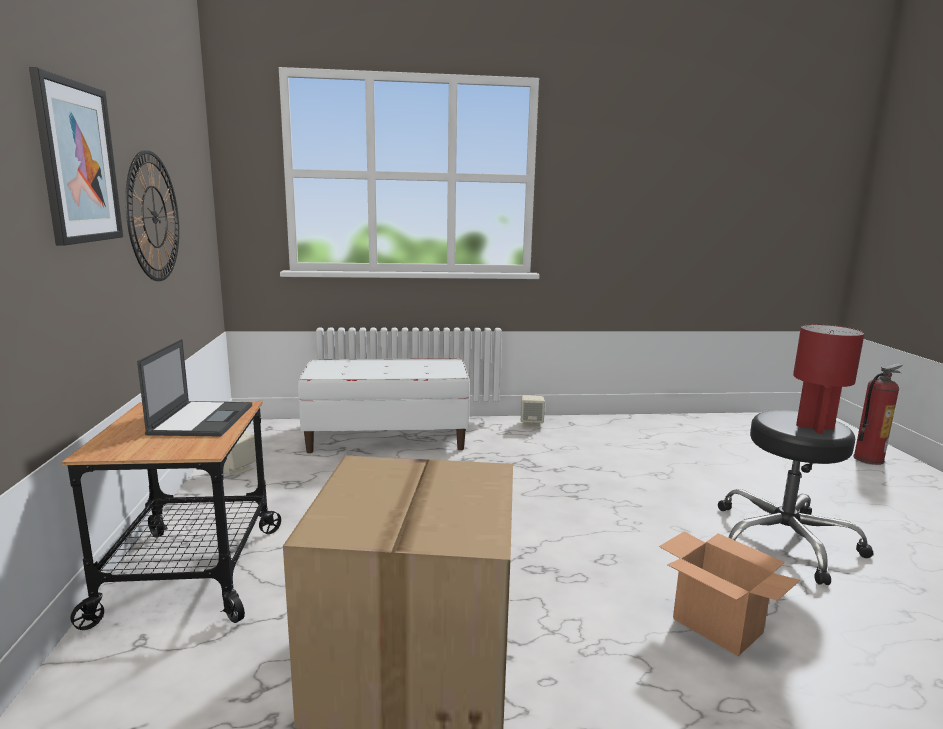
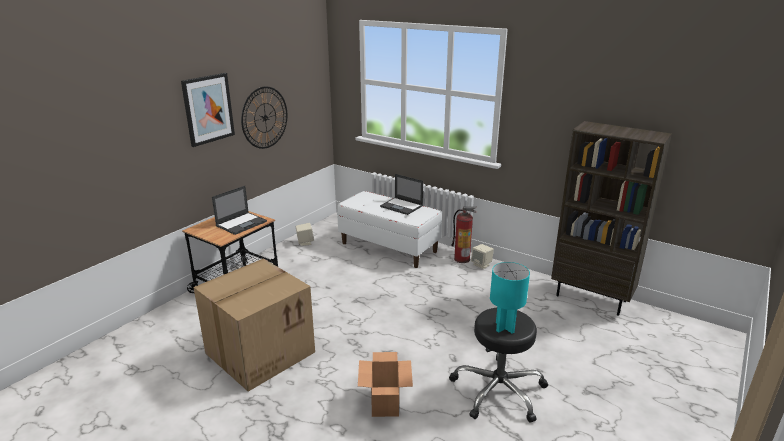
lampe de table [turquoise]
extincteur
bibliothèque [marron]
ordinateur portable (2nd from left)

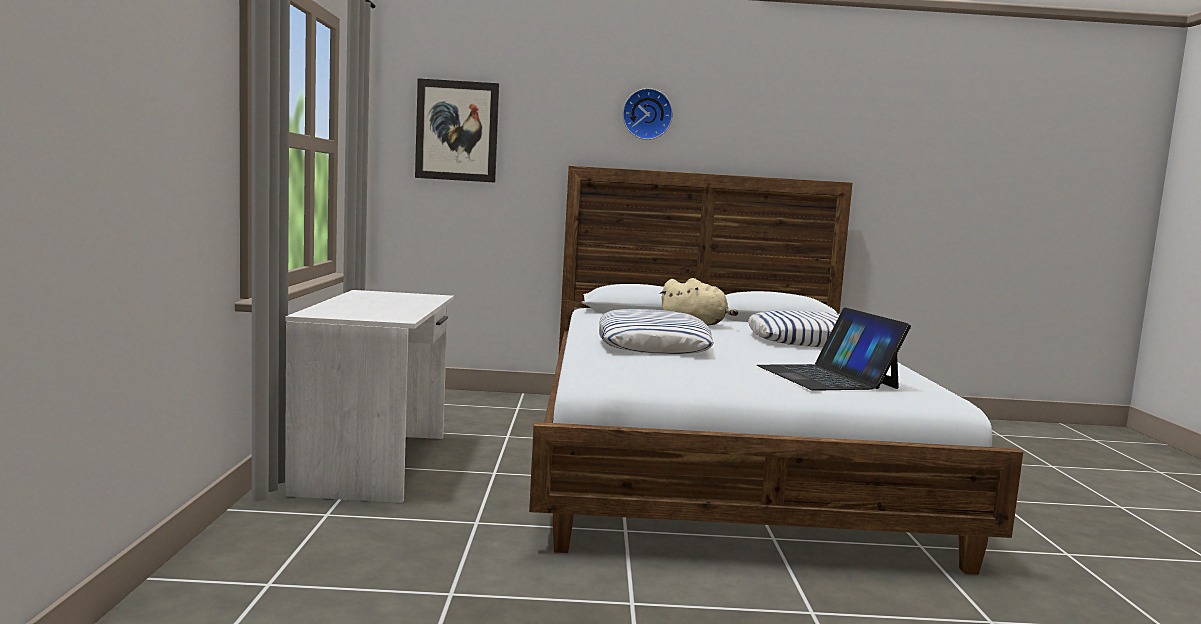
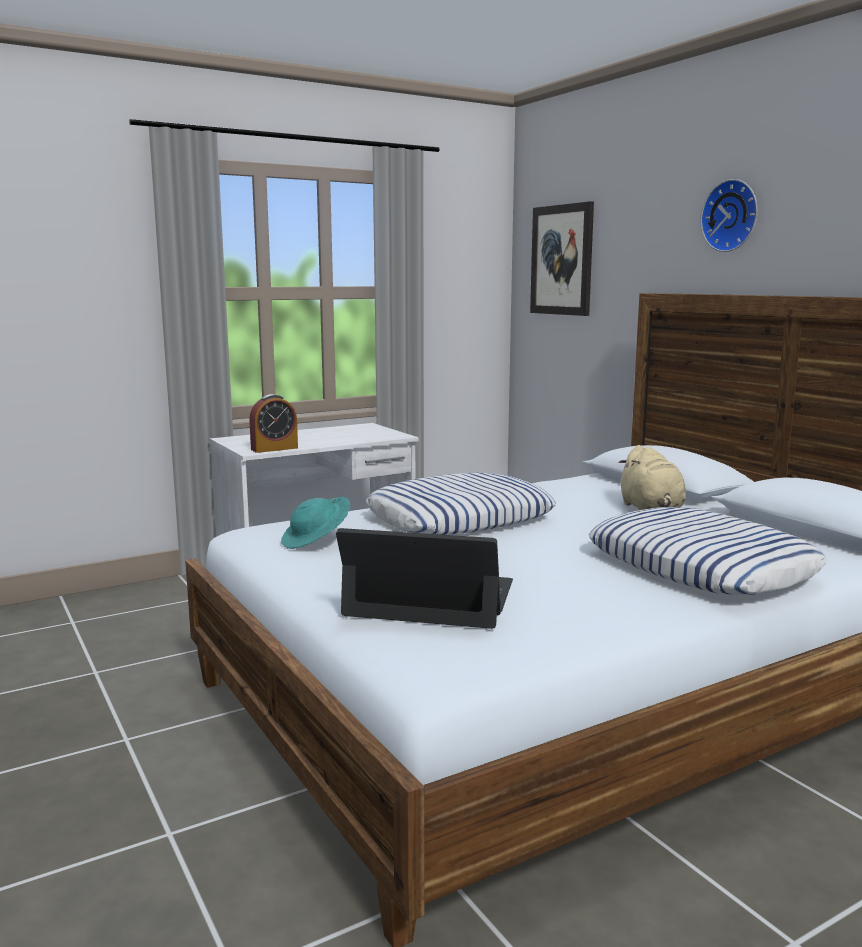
ordinateur portable
réveil
chapeau [turquoise]

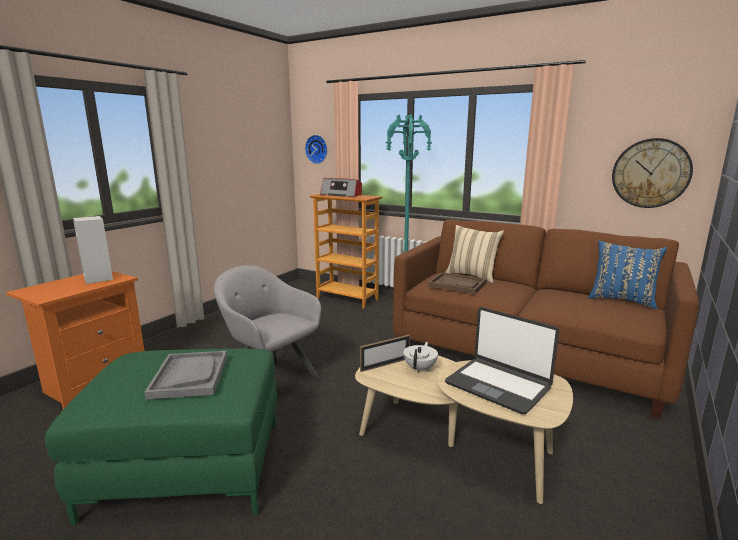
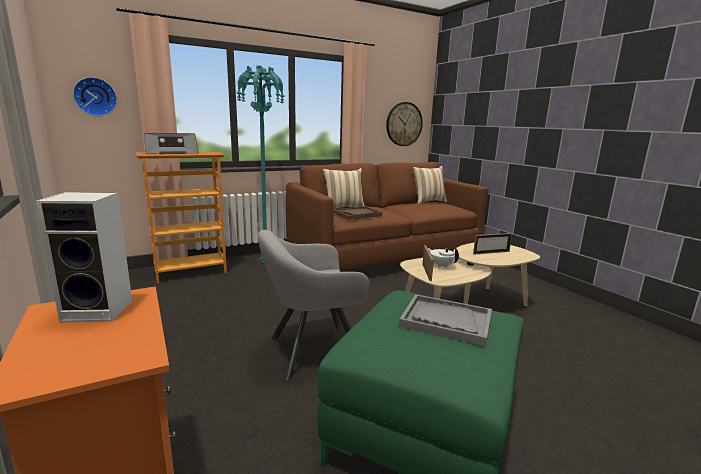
coussin [beige] (2nd from left)
cadre photo (2nd from left)

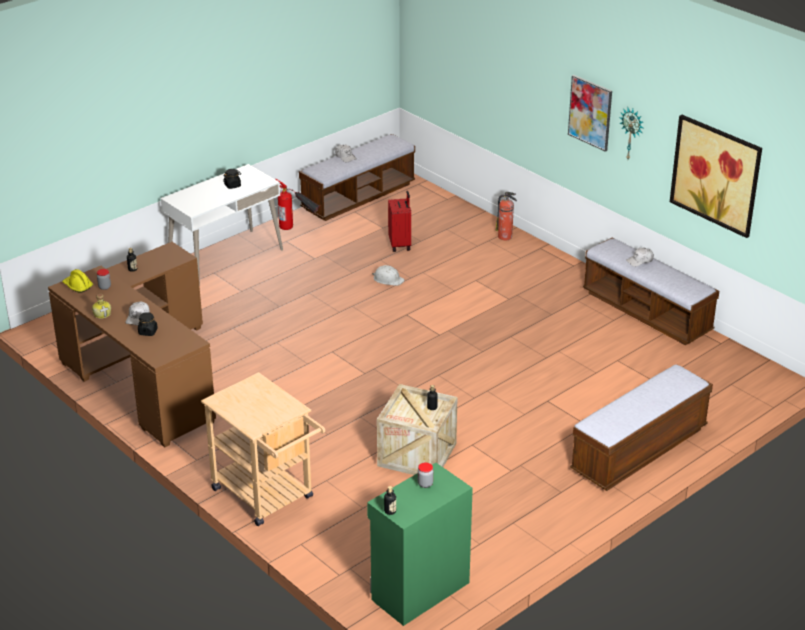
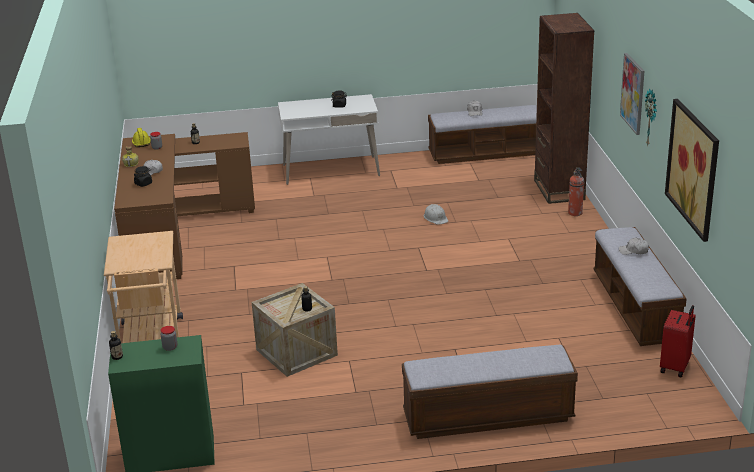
extincteur (1st from left in the first image)
valise [rouge]
bibliothèque [marron]

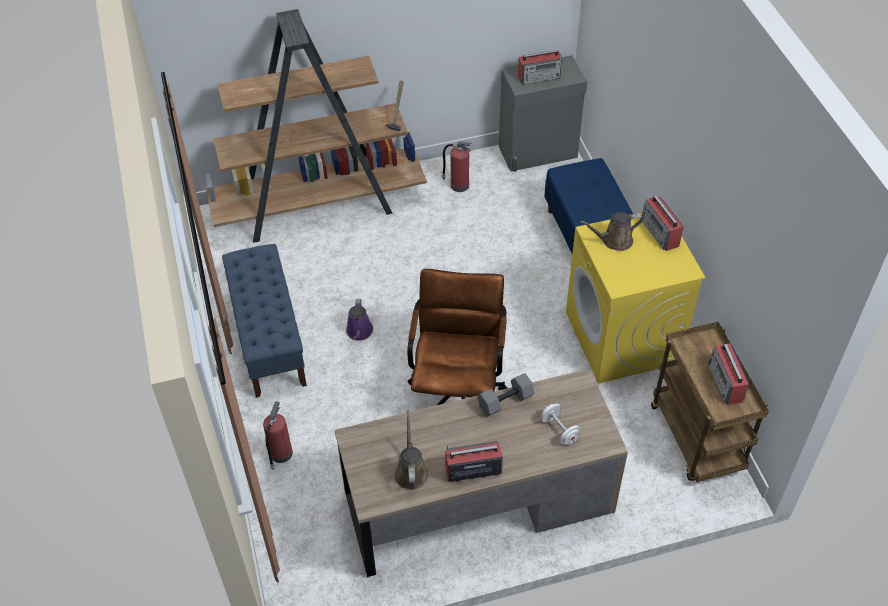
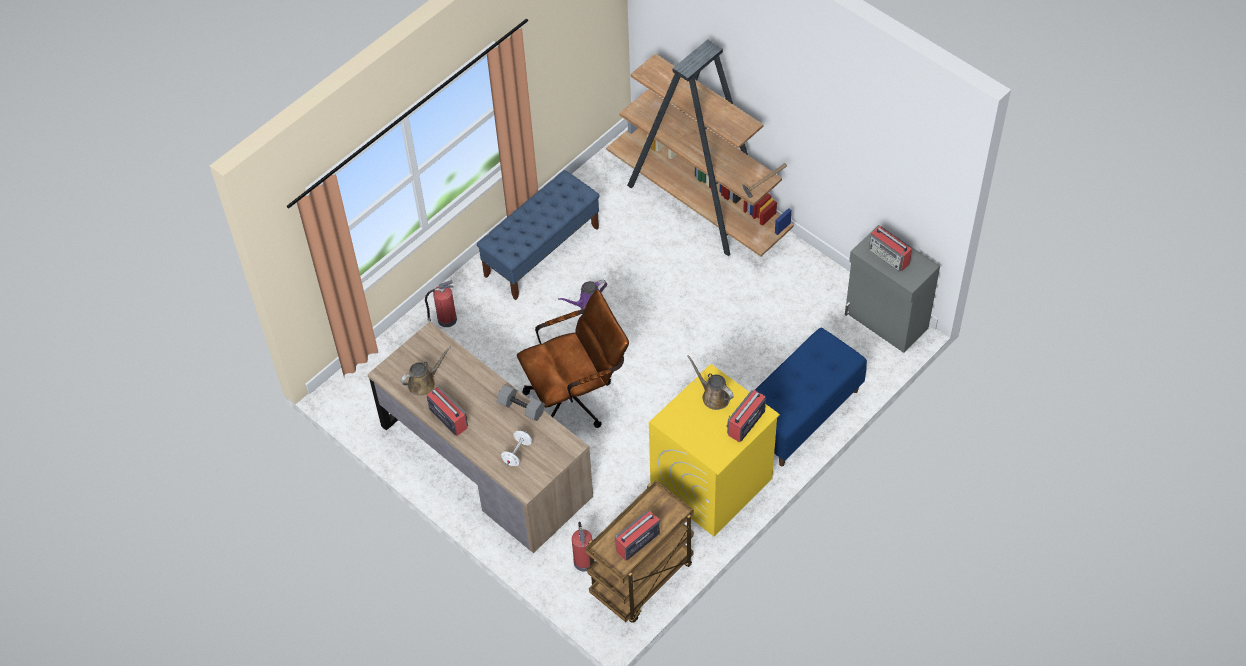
extincteur (2nd from left)

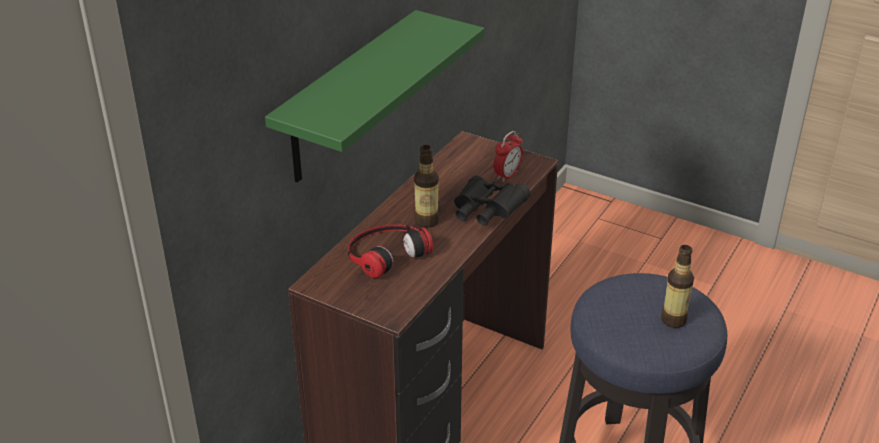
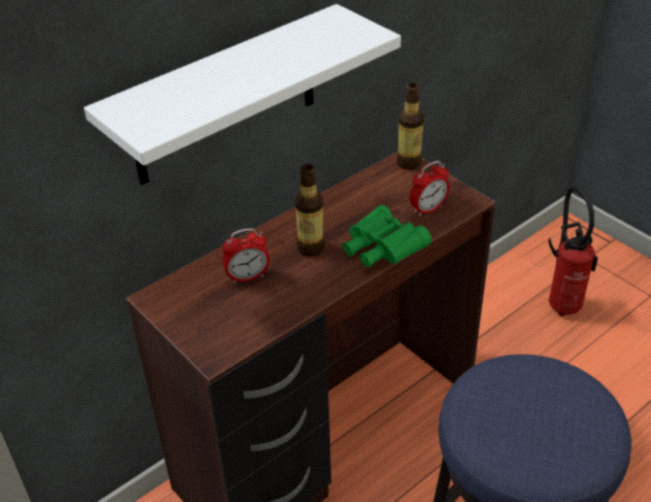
étagère [blanc]
jumelles [vert]
réveil (1st from left)
bouteille (2nd from left)
extincteur

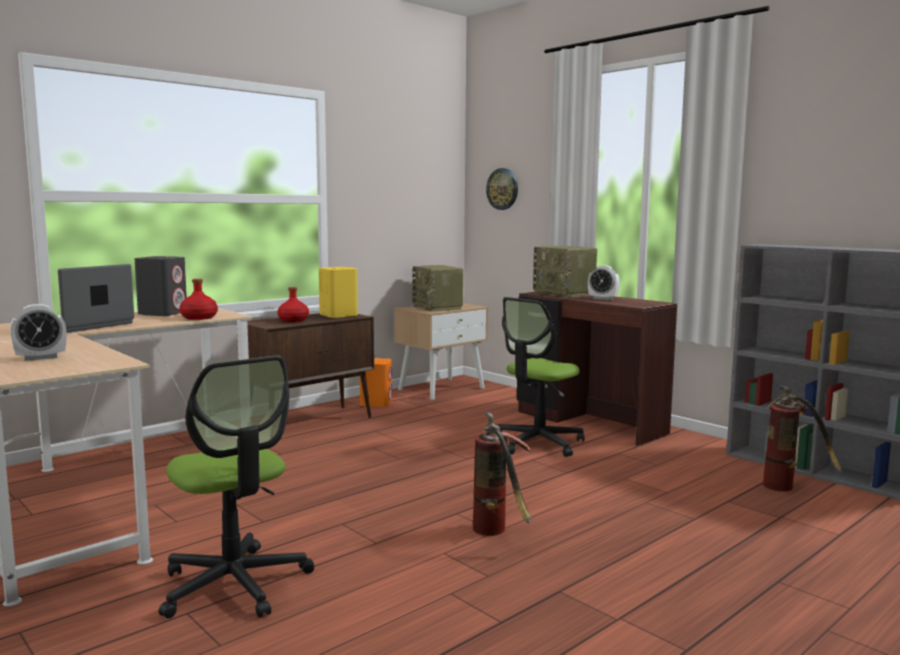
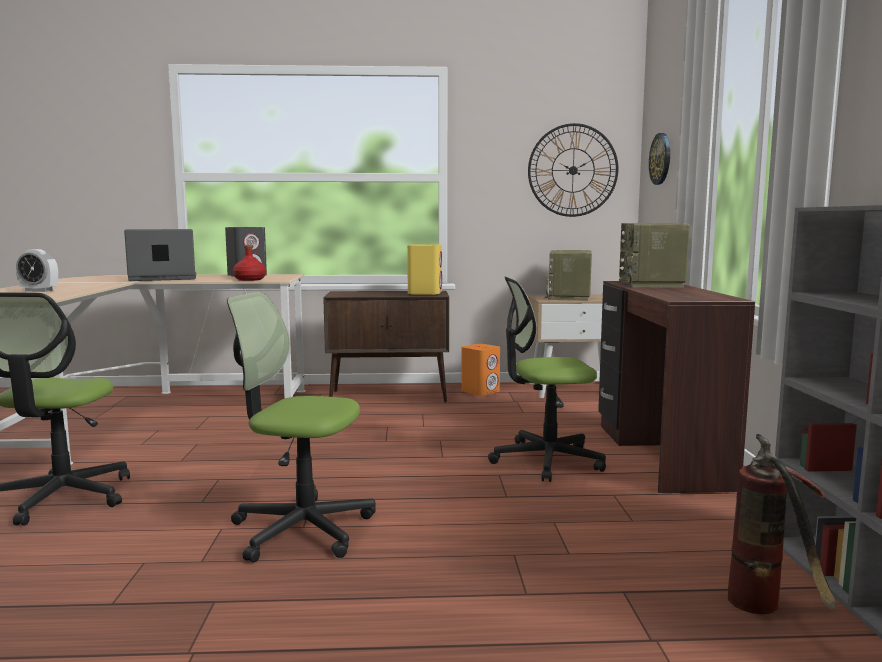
réveil (2nd from left in the first image)
bouteille [rouge] (2nd from left in the first image)
chaise de bureau (2nd from left)
horloge murale (1st from left)

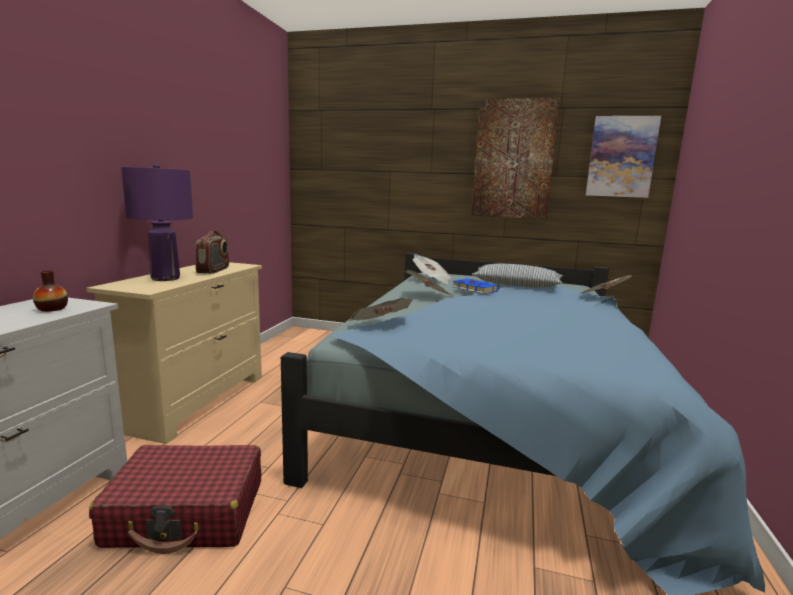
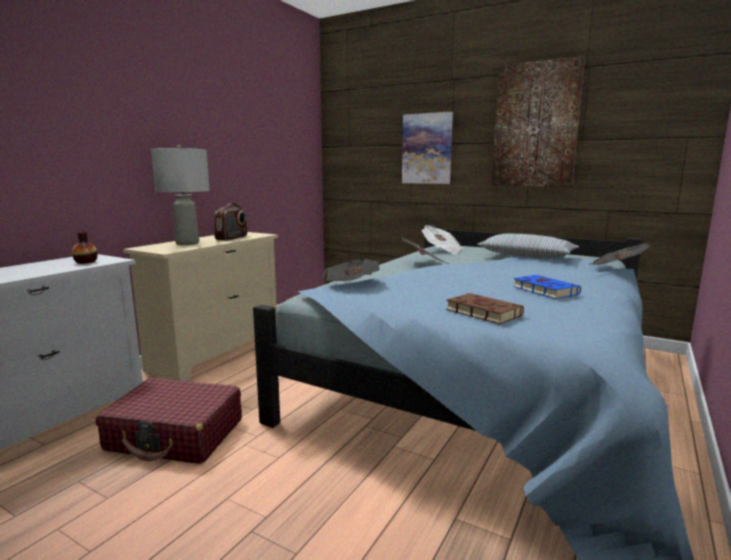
tableau (1st from left)
lampe de table [gris]
livre [bleu]
livre [marron]

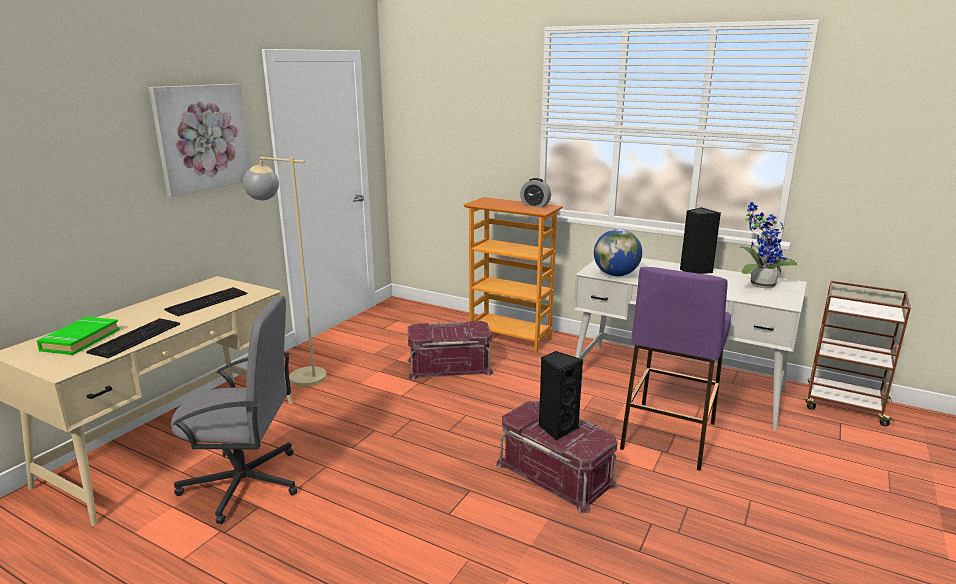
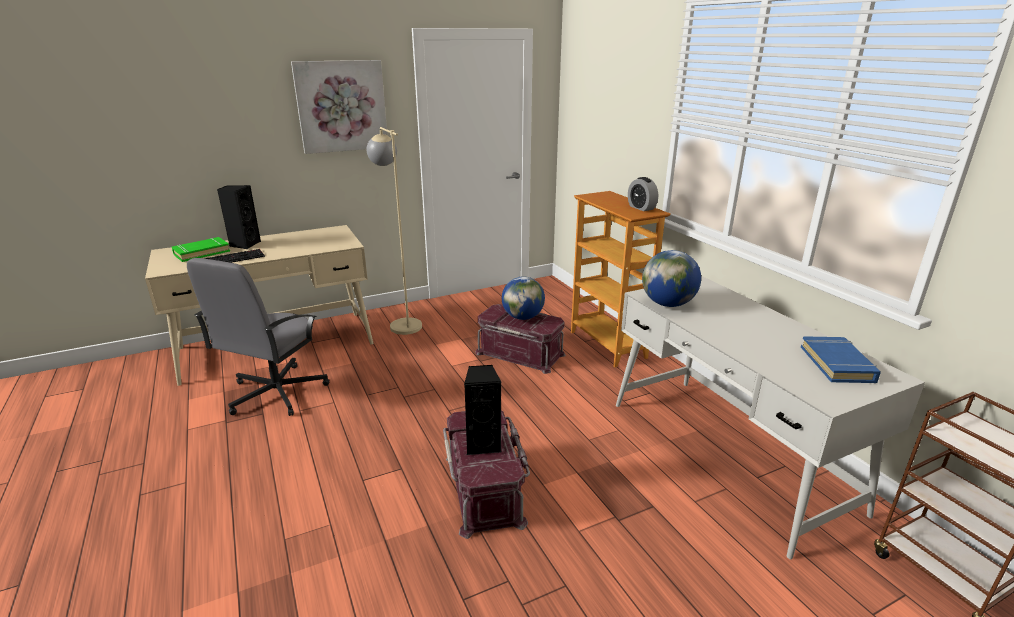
livre [bleu]
enceinte [noir] (1st from left)
tabouret [violet]
clavier (2nd from left in the first image)
chaise de bureau [gris]
globe (1st from left)

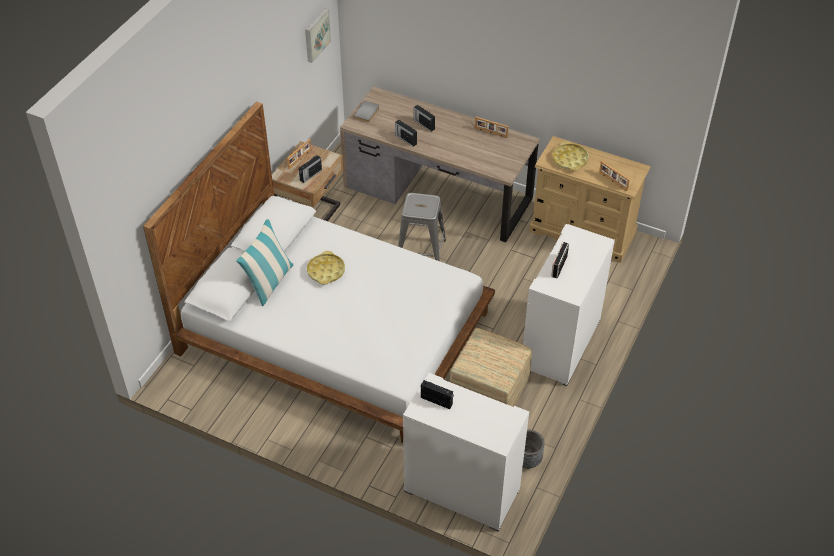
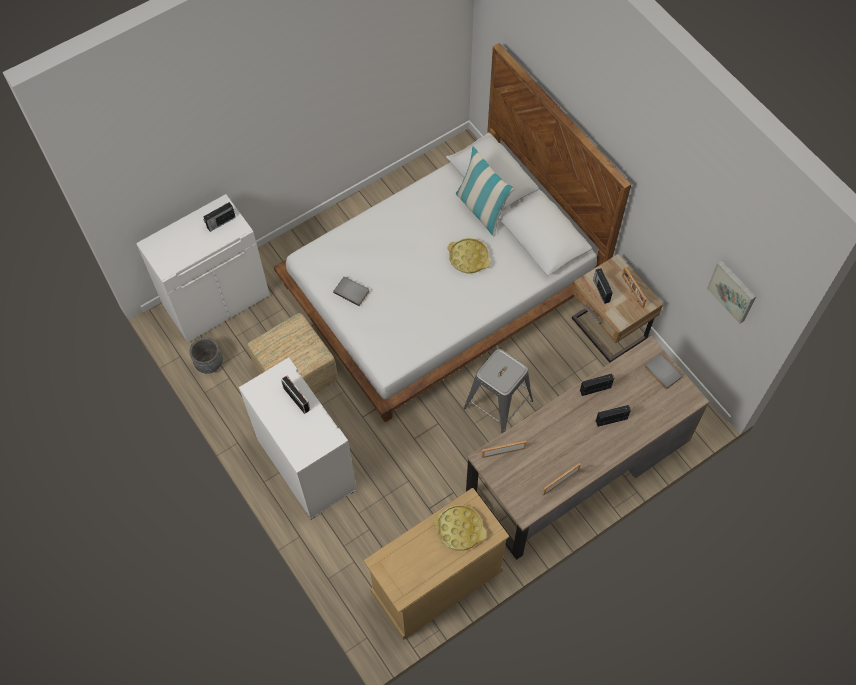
cadre photo (1st from left)
livre [gris] (1st from left)

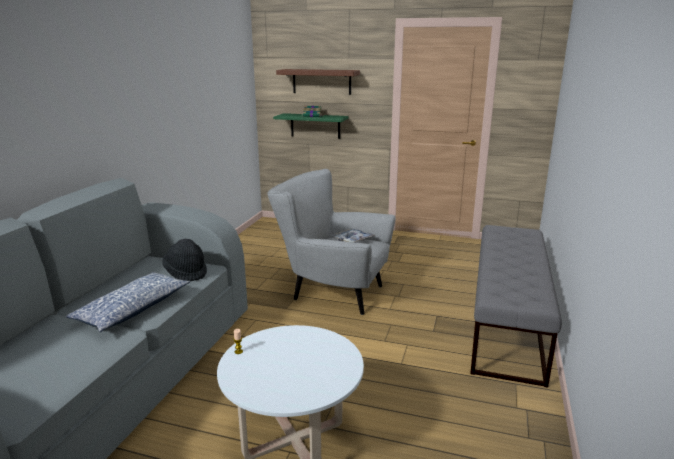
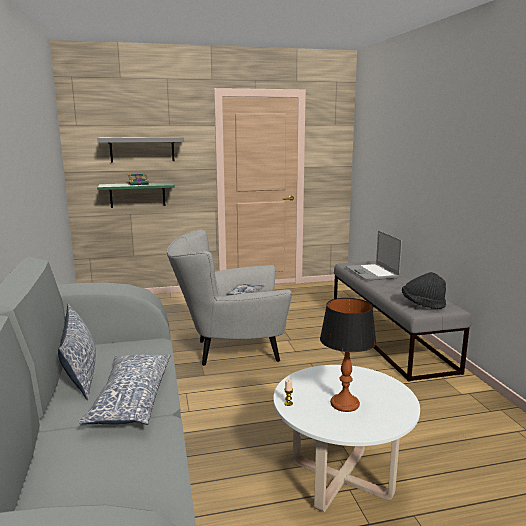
étagère [gris]
chapeau [noir]
ordinateur portable
lampe de table
coussin (1st from left)

